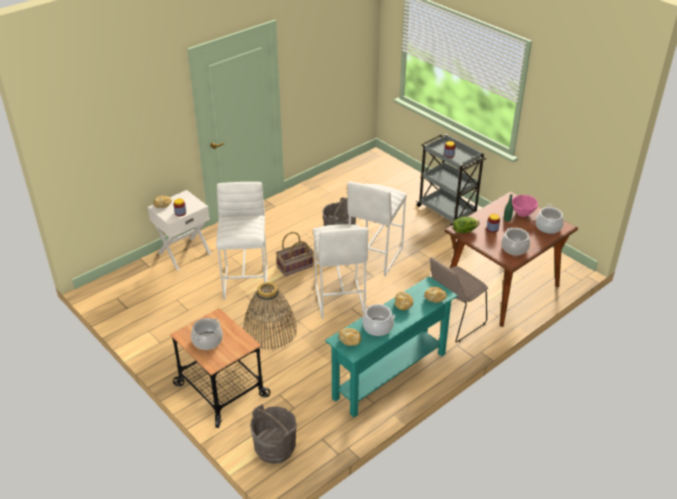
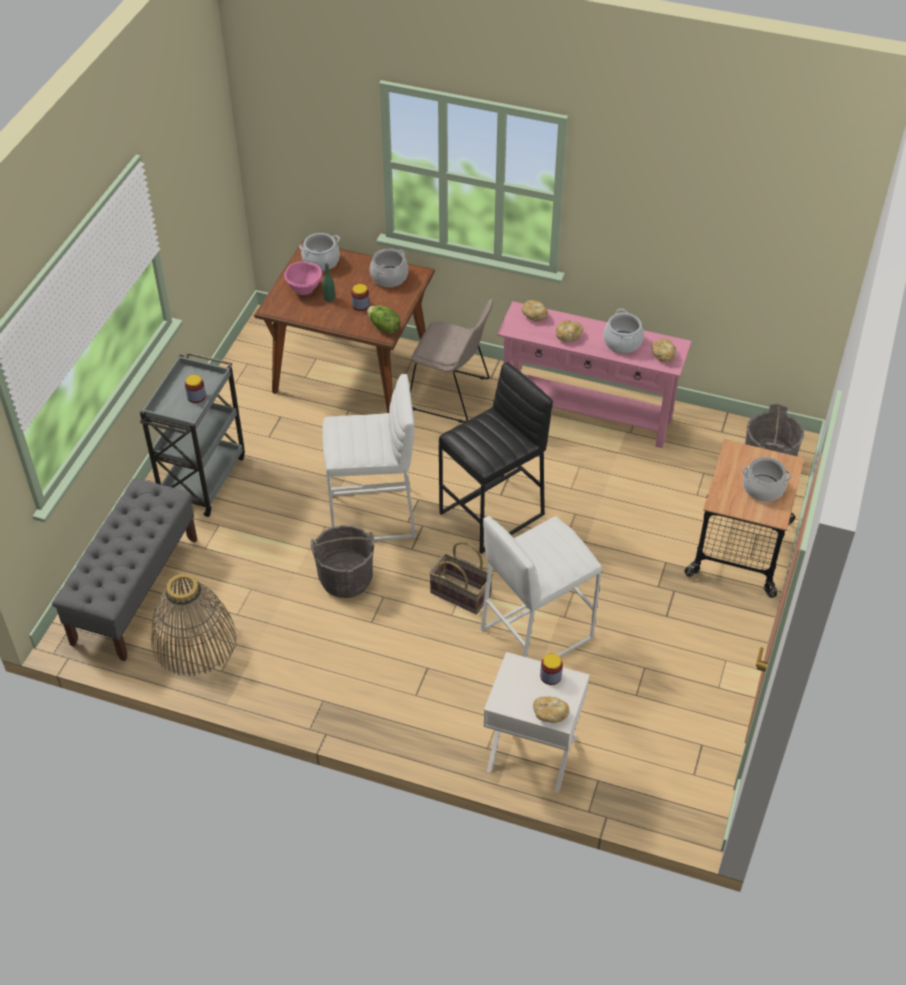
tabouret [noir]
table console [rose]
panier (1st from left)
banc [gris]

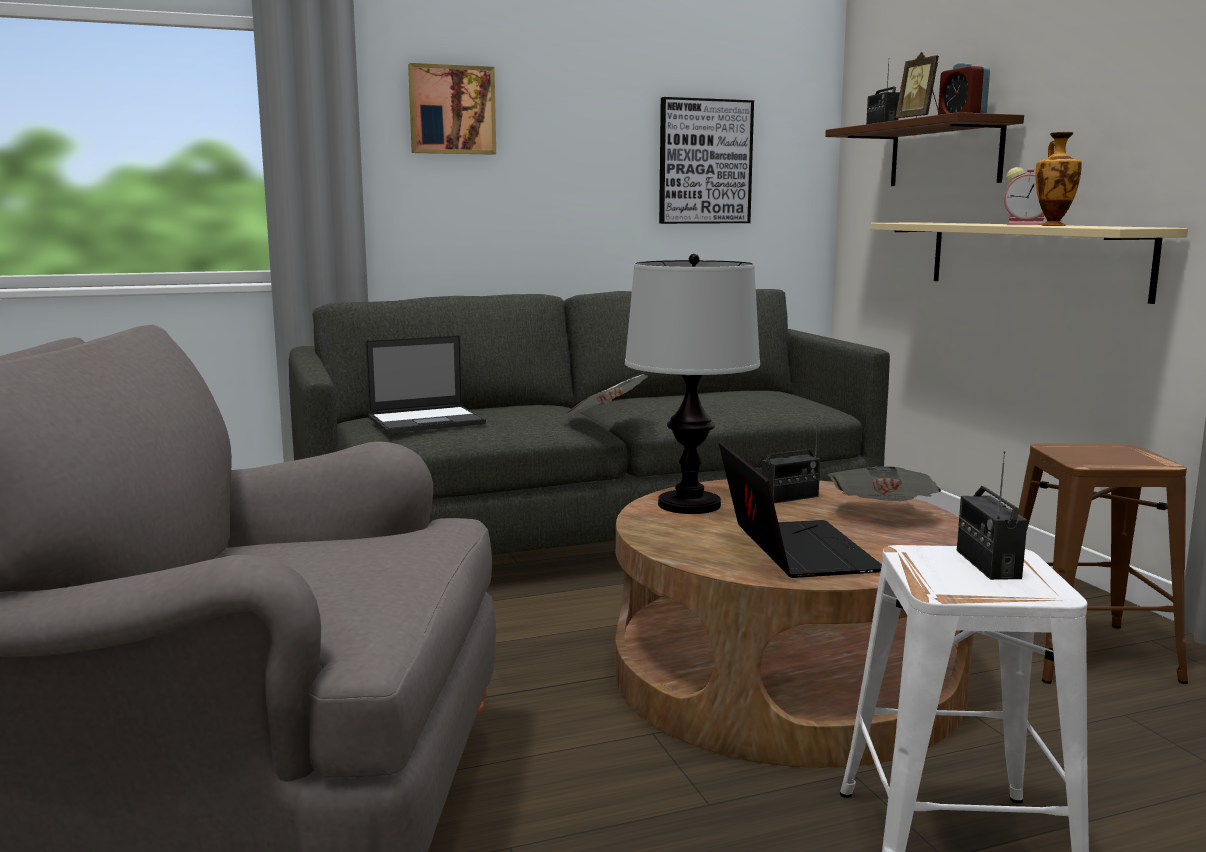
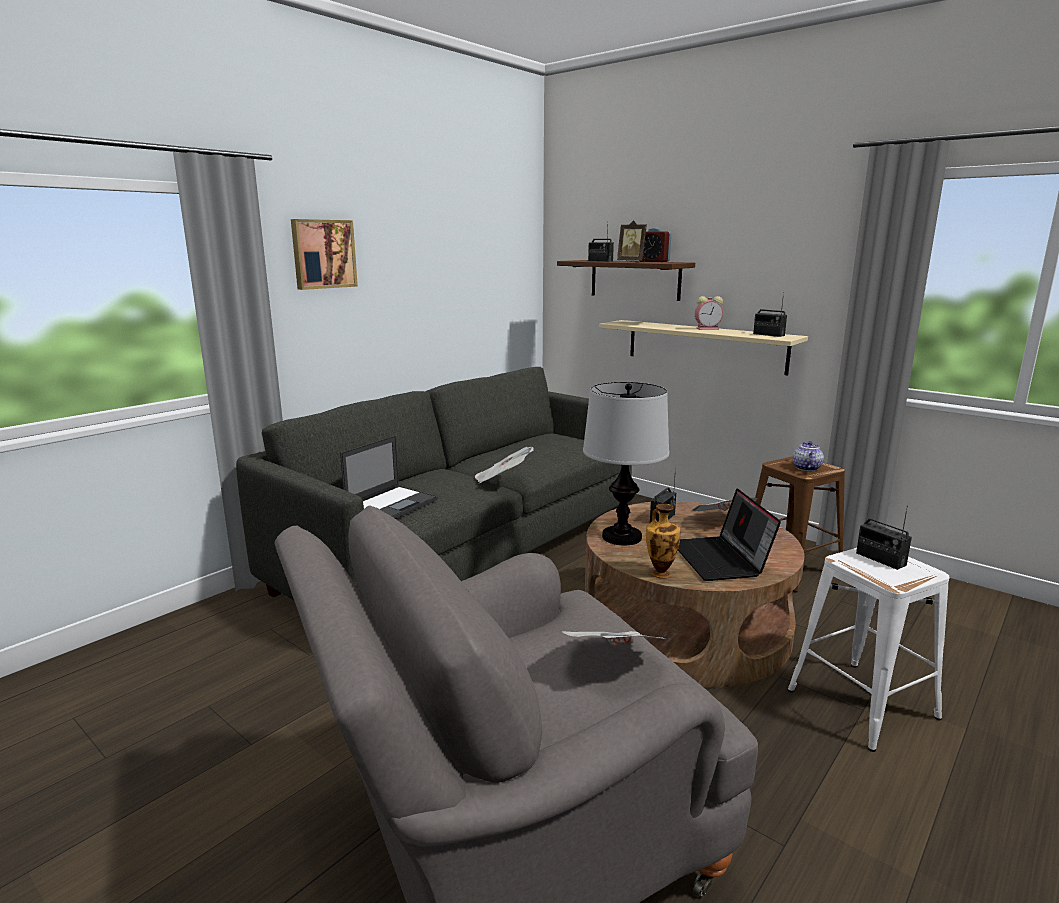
tableau (2nd from left in the first image)
vase
ordinateur portable (2nd from left)
radio (3rd from left)
théière
journal (2nd from left)

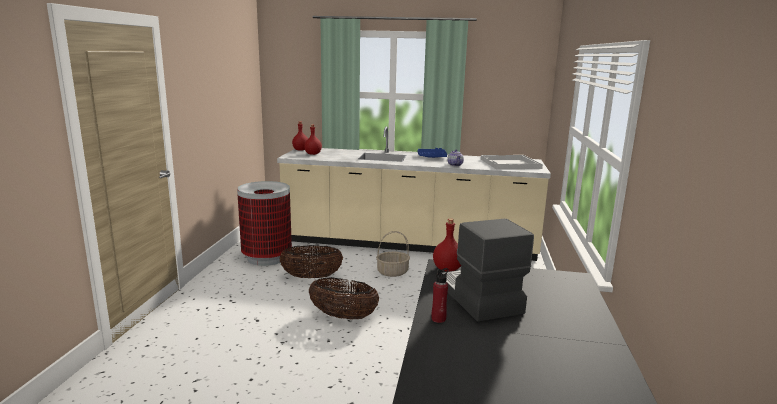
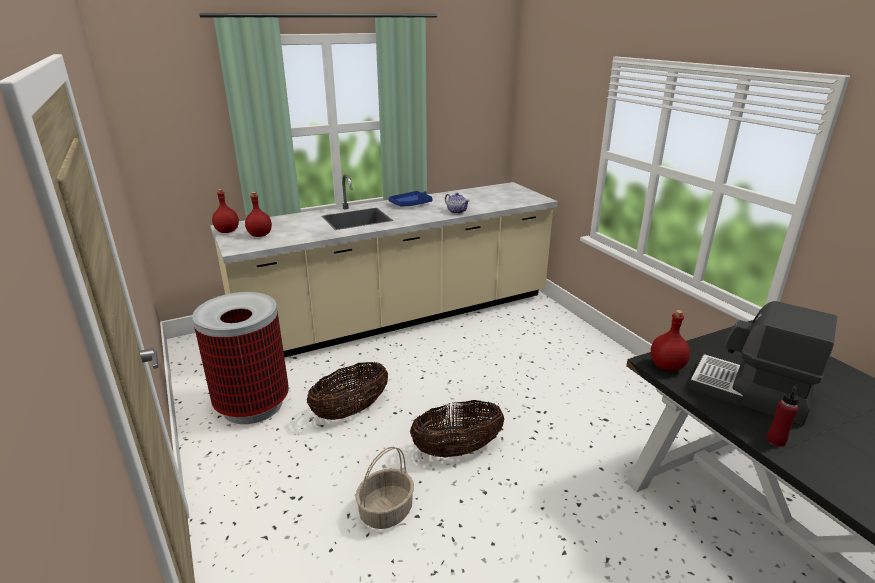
plateau [blanc]
panier (2nd from left)

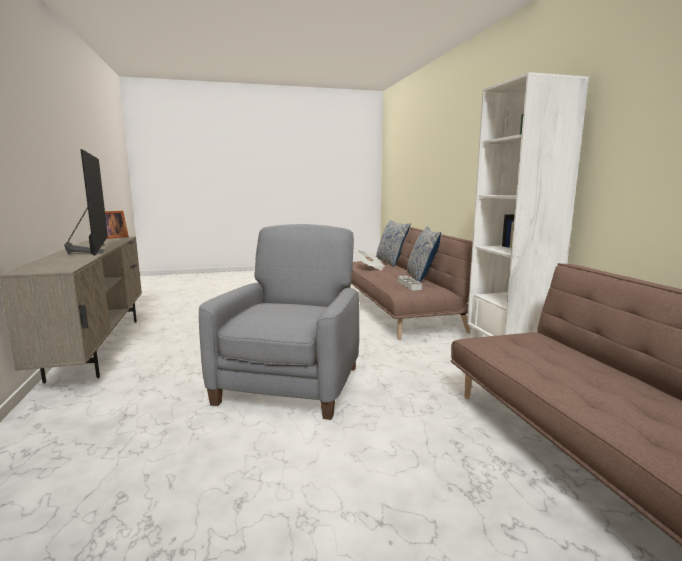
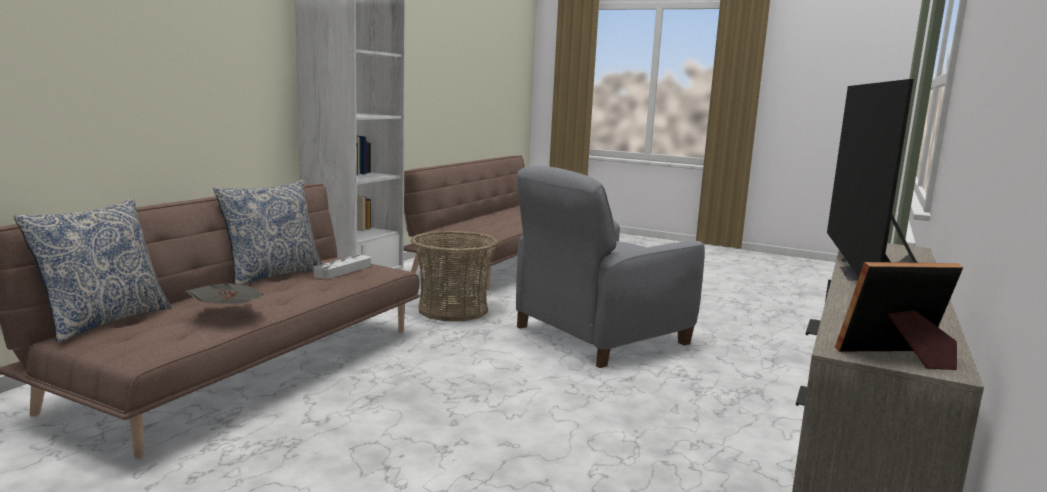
panier

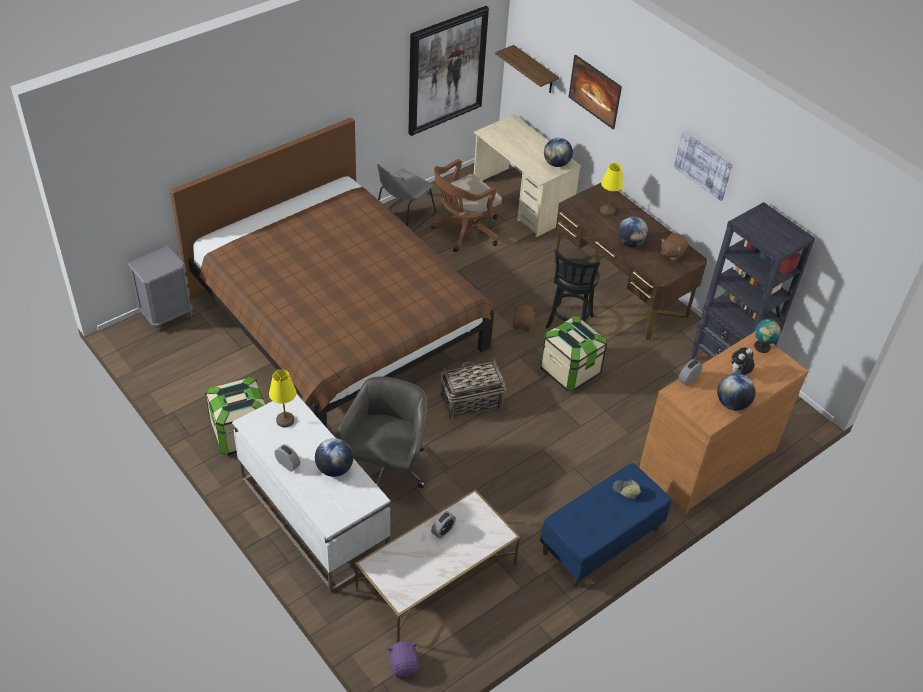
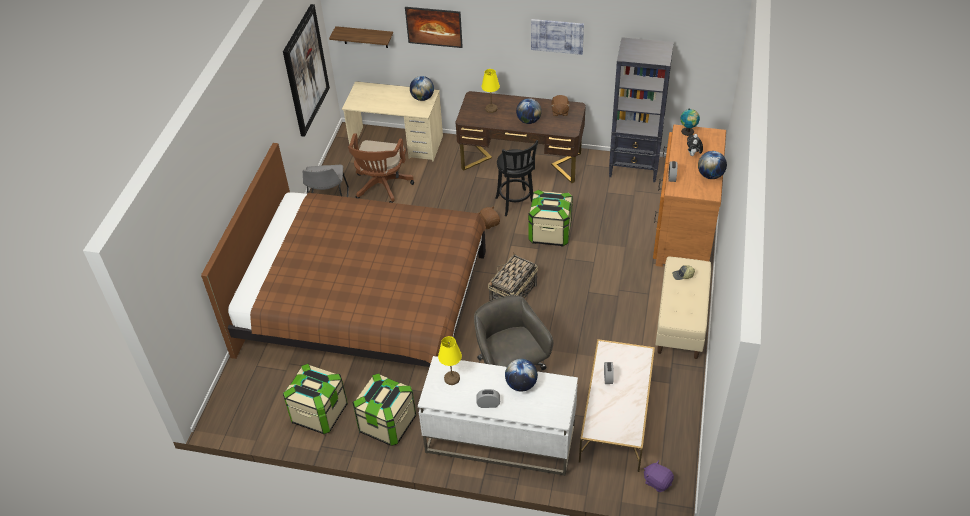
table de chevet [gris]
banc [beige]
boîte de rangement (1st from left)

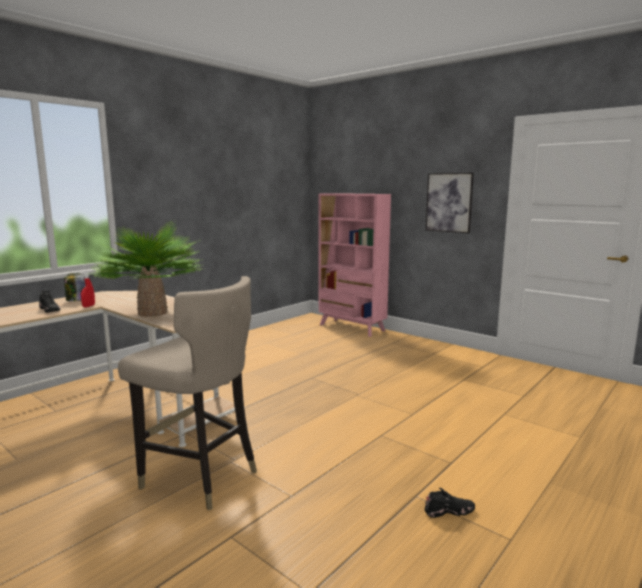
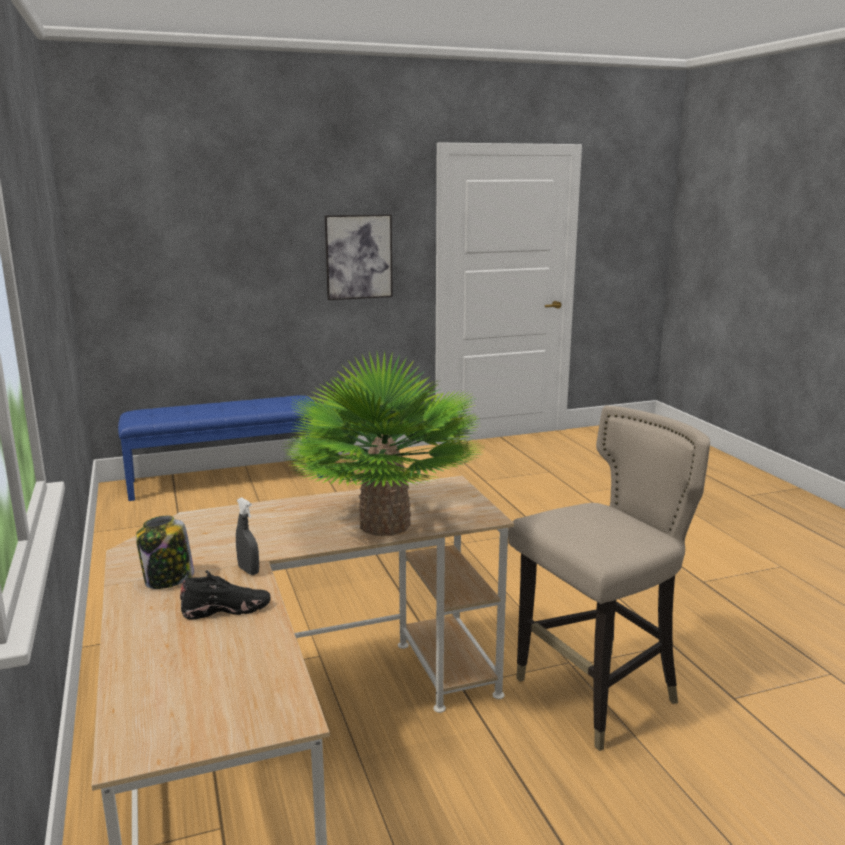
banc [bleu]
vaporisateur [gris]
chaussure [noir] (2nd from left in the first image)

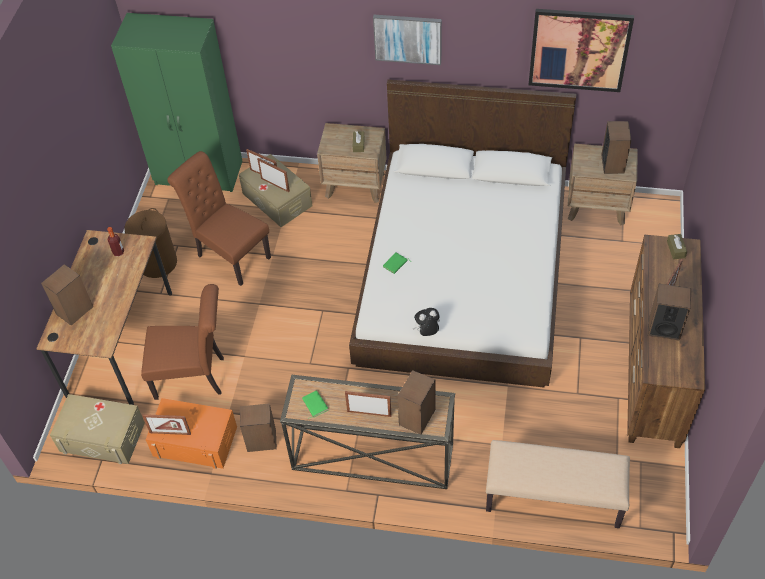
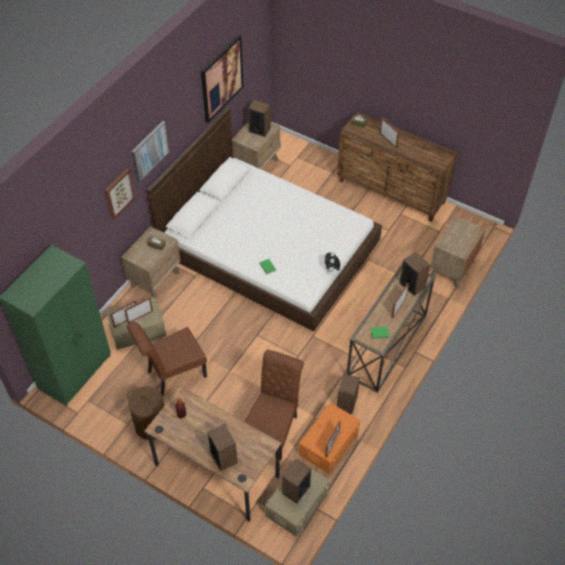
enceinte (3rd from left)
table de chevet [marron] (3rd from left)
tableau (1st from left)

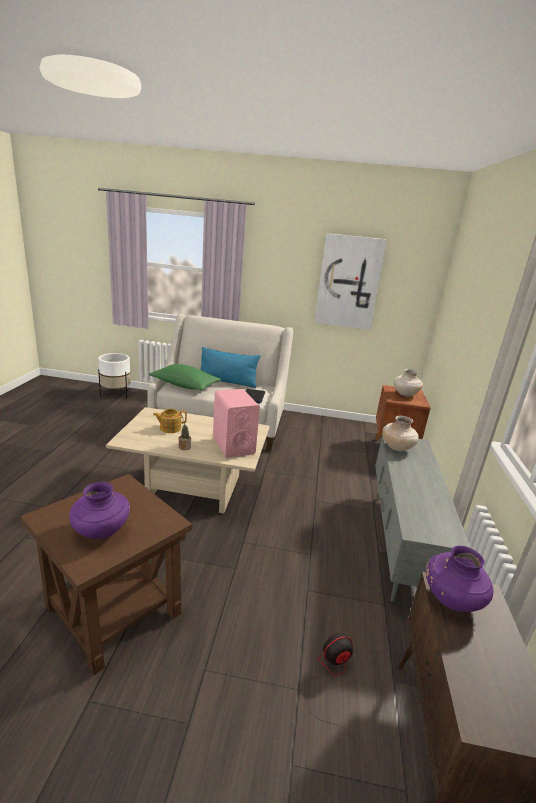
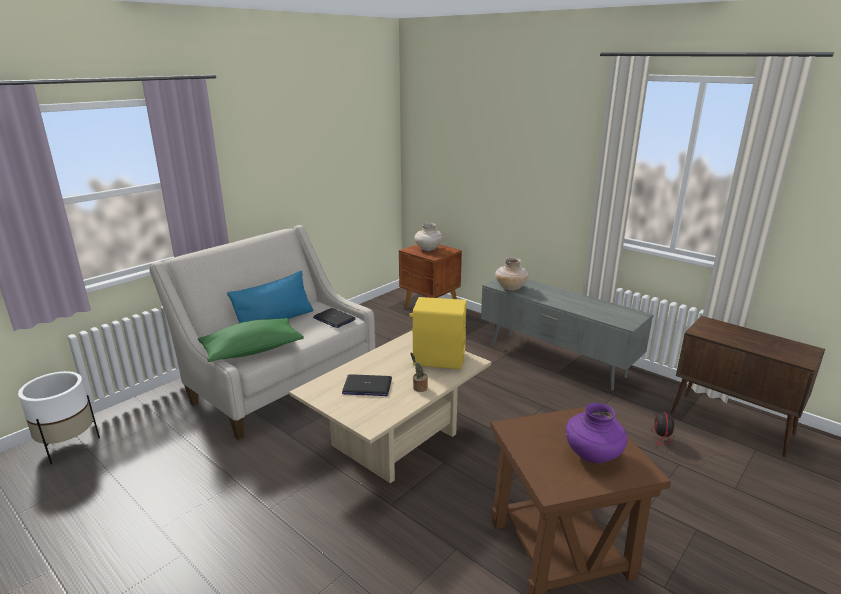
tableau
enceinte [jaune]
ordinateur portable (2nd from left)
vase [violet] (2nd from left in the first image)

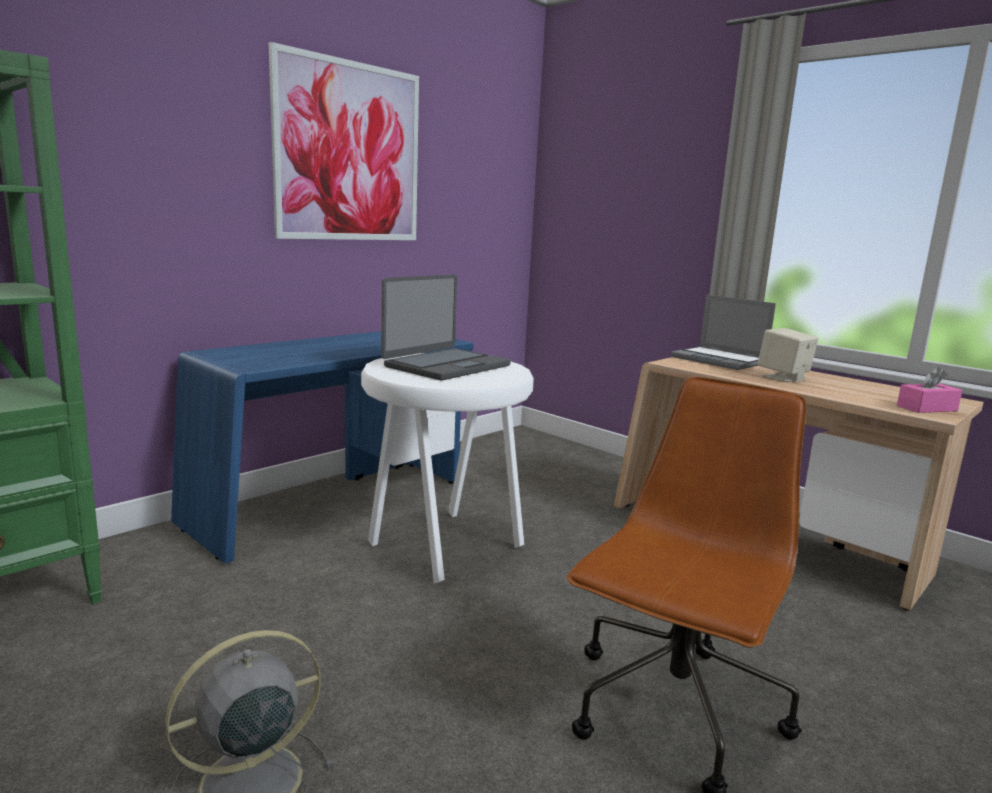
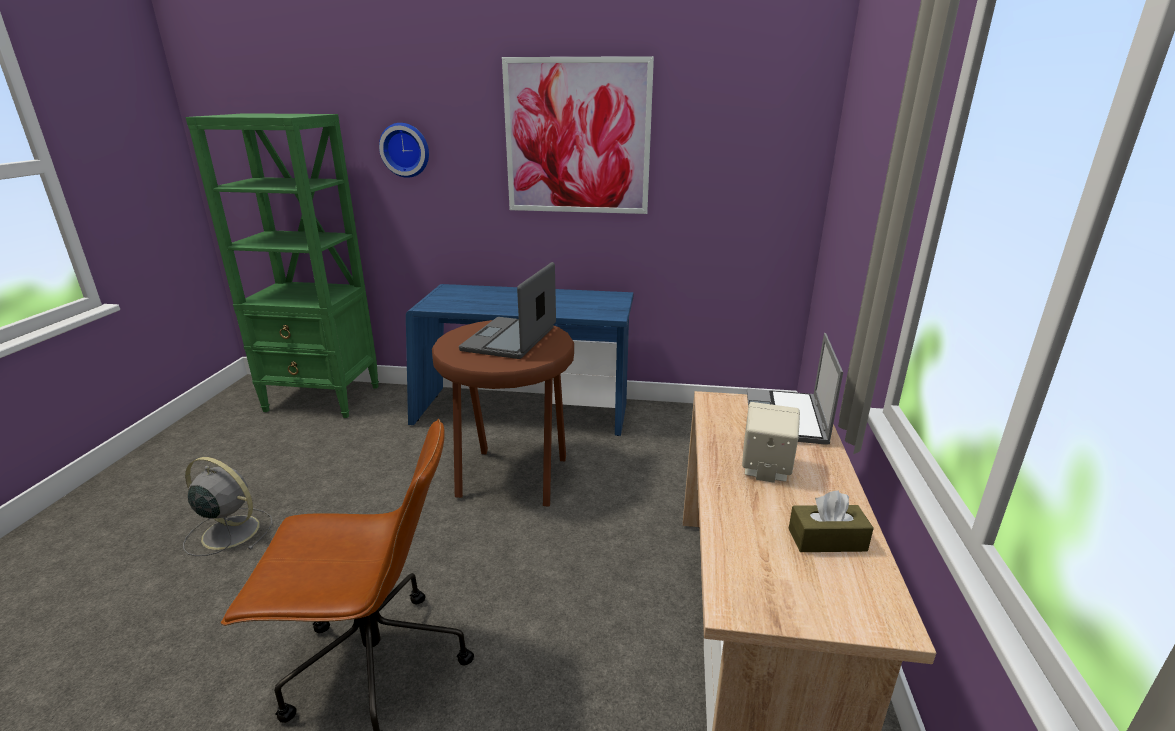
ordinateur portable (1st from left)
tabouret [marron]
boîte à mouchoirs [rose]
horloge murale
boîte à mouchoirs [marron]

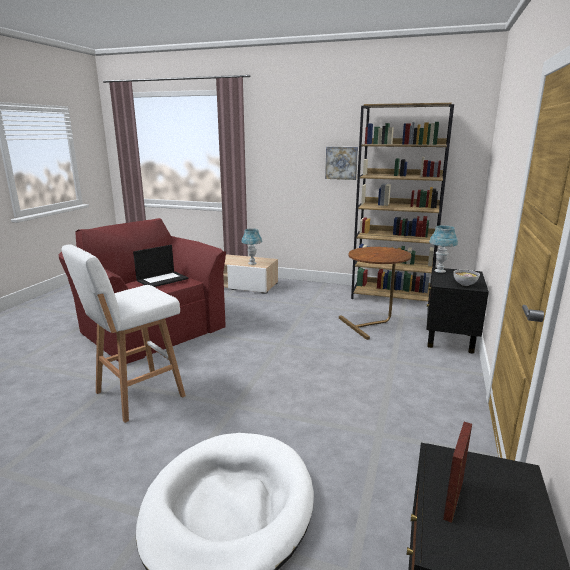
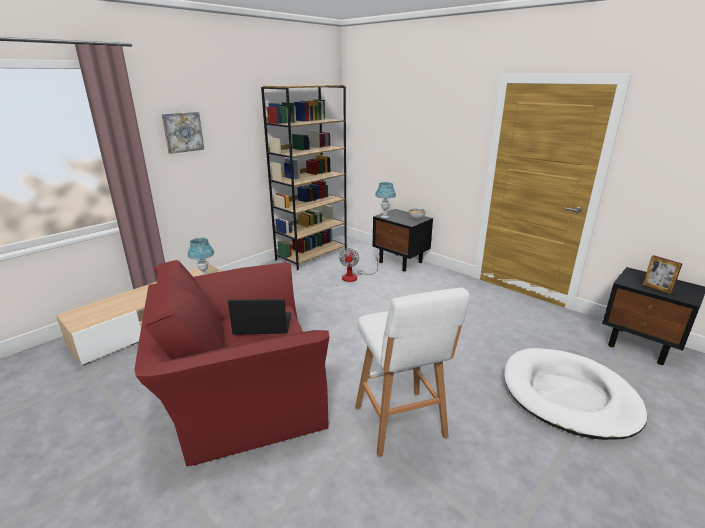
tableau
ordinateur portable
ventilateur

